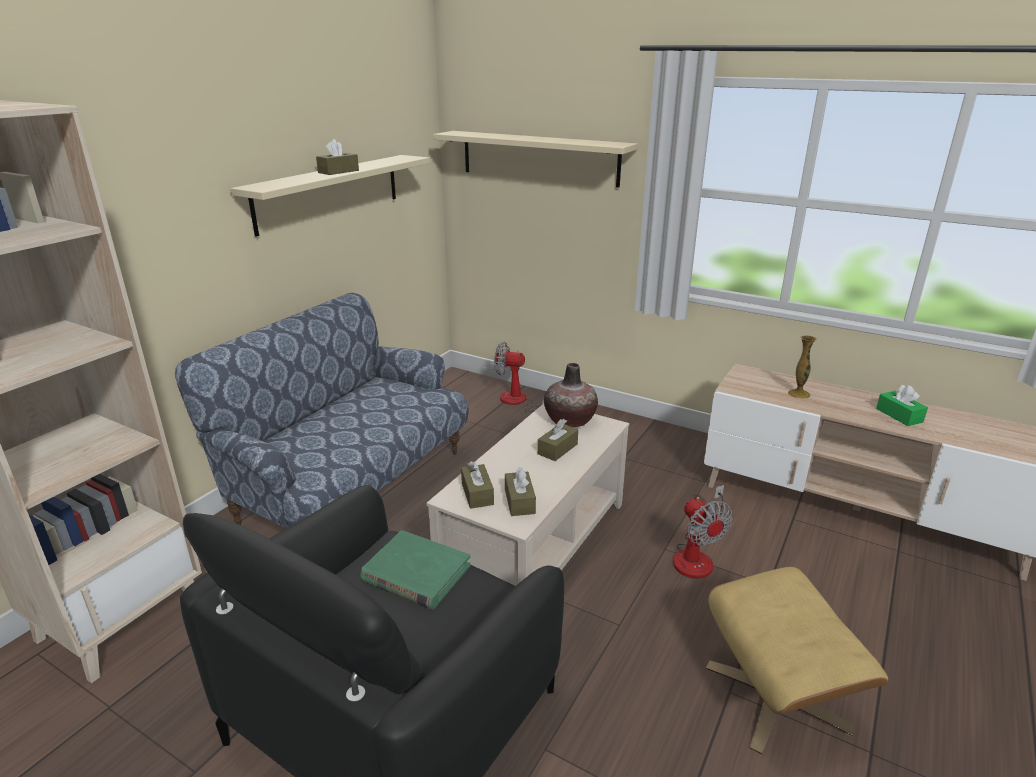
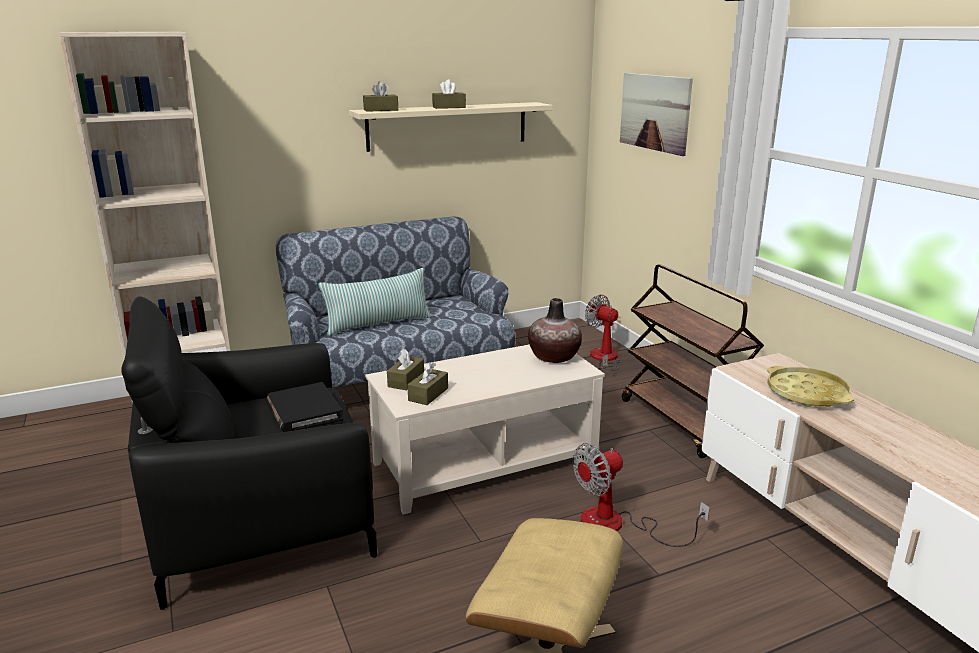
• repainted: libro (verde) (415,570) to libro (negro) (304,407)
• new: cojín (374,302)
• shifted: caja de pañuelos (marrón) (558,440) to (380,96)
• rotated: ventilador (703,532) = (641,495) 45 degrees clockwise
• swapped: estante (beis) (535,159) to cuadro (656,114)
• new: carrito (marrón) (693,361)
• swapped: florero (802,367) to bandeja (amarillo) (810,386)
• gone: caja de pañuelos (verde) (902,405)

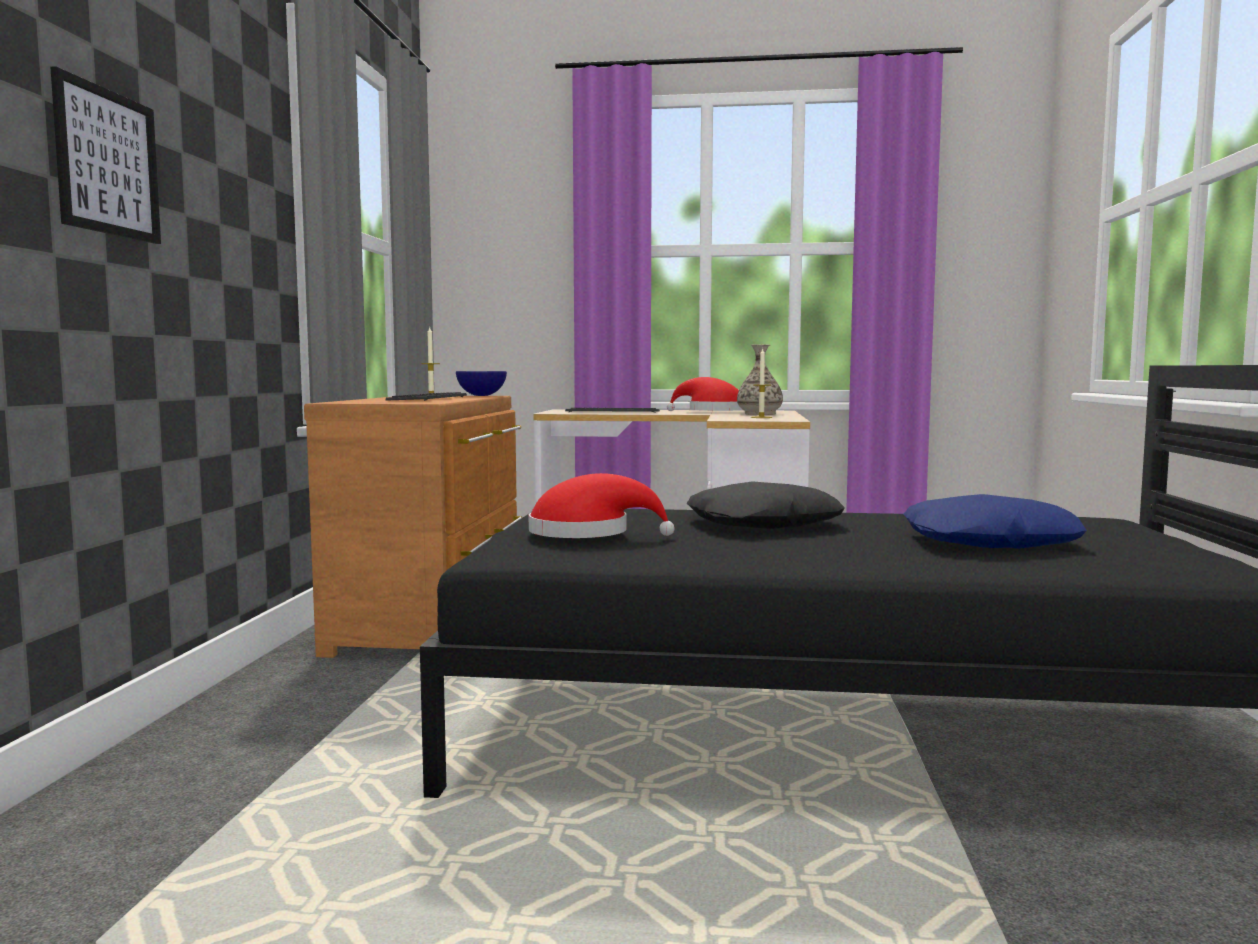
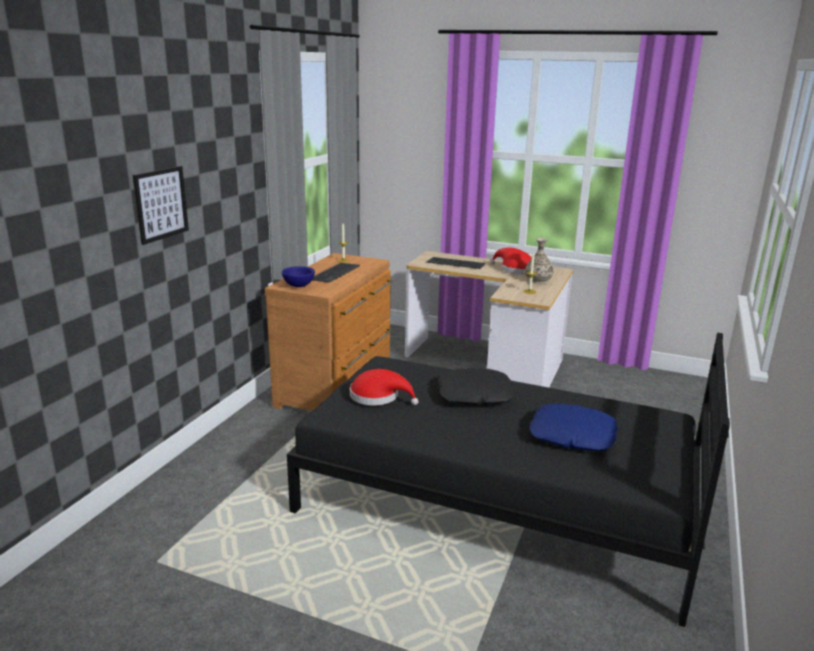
• shifted: cuenco (azul) (481,383) to (298,276)

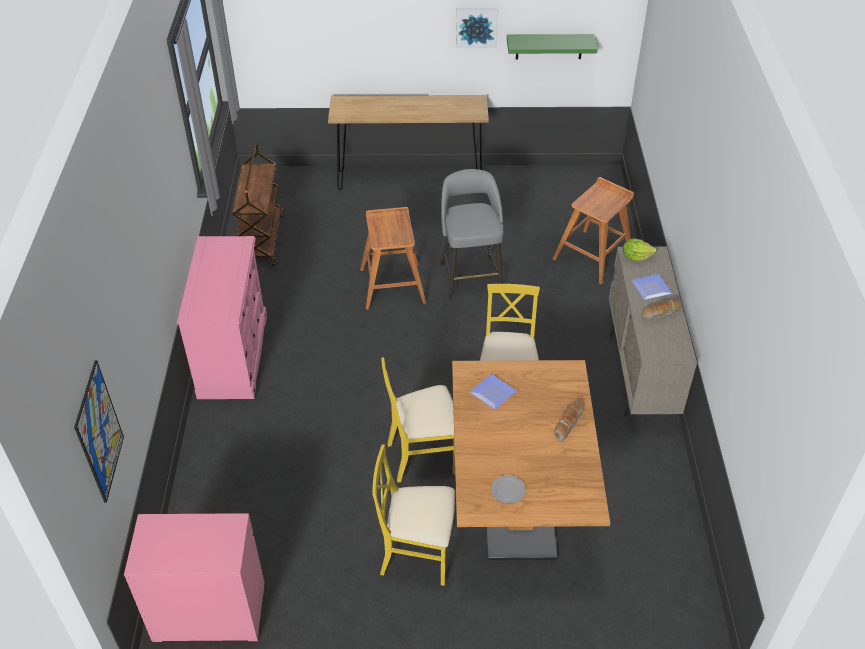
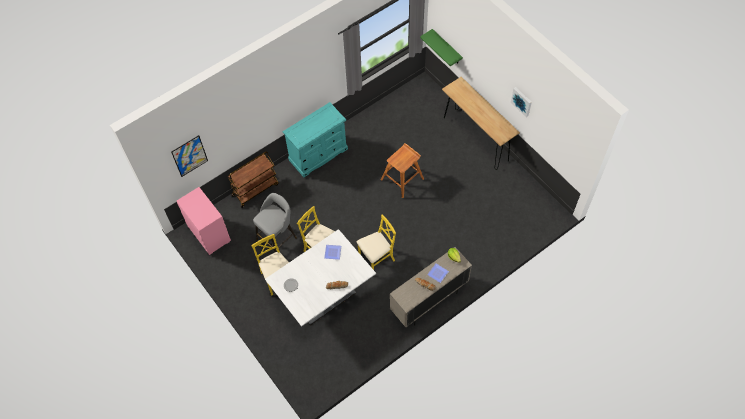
• shifted: carrito (marrón) (257,204) to (253,179)
• shifted: taburete (gris) (471,234) to (275,223)
• repainted: mesa de comedor (marrón) (531,460) to mesa de comedor (blanco) (320,278)
• repainted: cómoda (rosa) (222,317) to cómoda (turquesa) (315,139)
• shifted: estante (verde) (552,47) to (441,47)
• gone: taburete (marrón) (593,230)

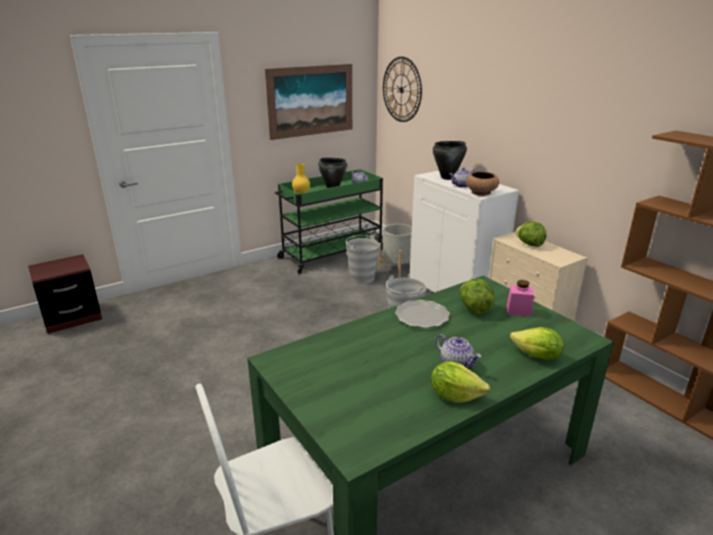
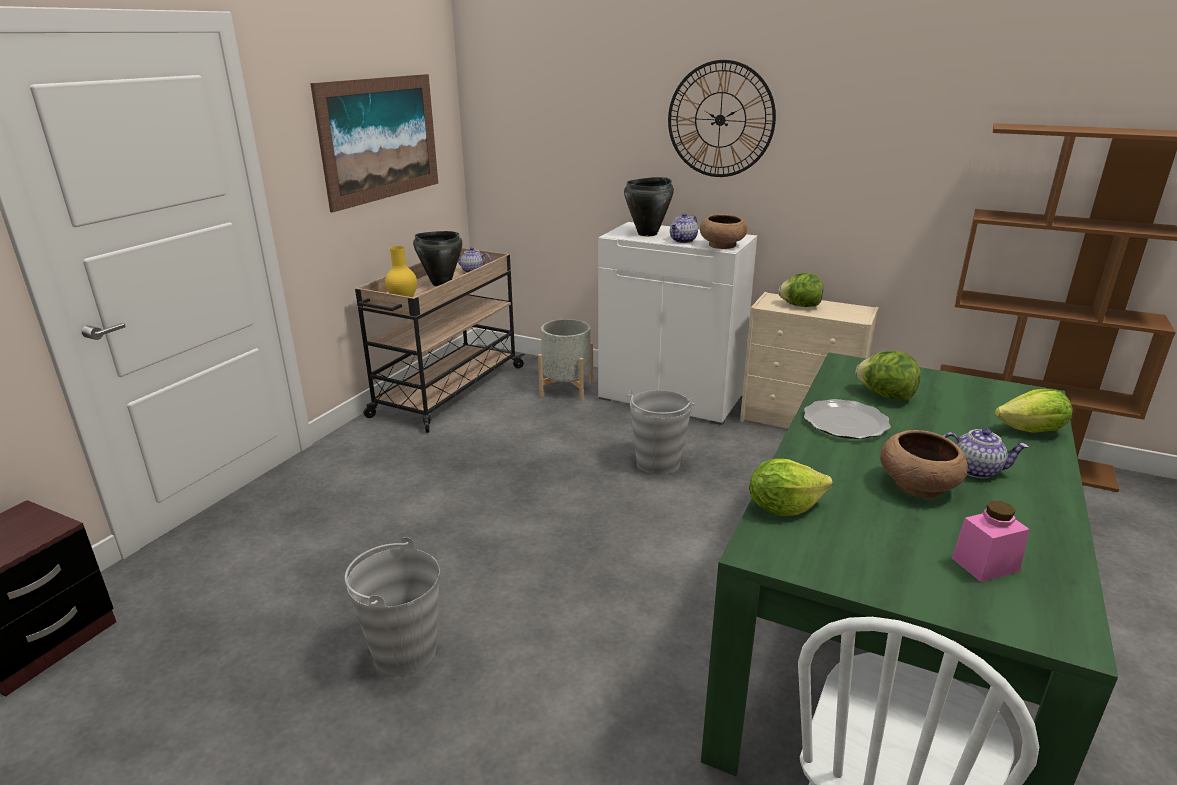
• shifted: cubo (gris) (363,259) to (392,606)
• repainted: carrito (verde) (329,221) to carrito (beis) (440,340)
• shifted: reloj de pared (402,89) to (722,118)
• shifted: lechuga (460,381) to (791,487)
• new: cuenco (marrón) (924,464)
• shifted: tarro (rosa) (520,298) to (991,541)

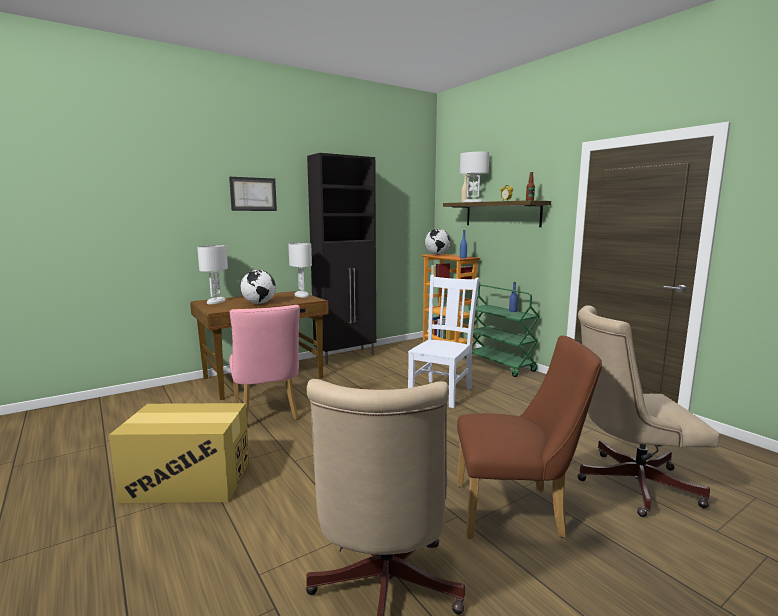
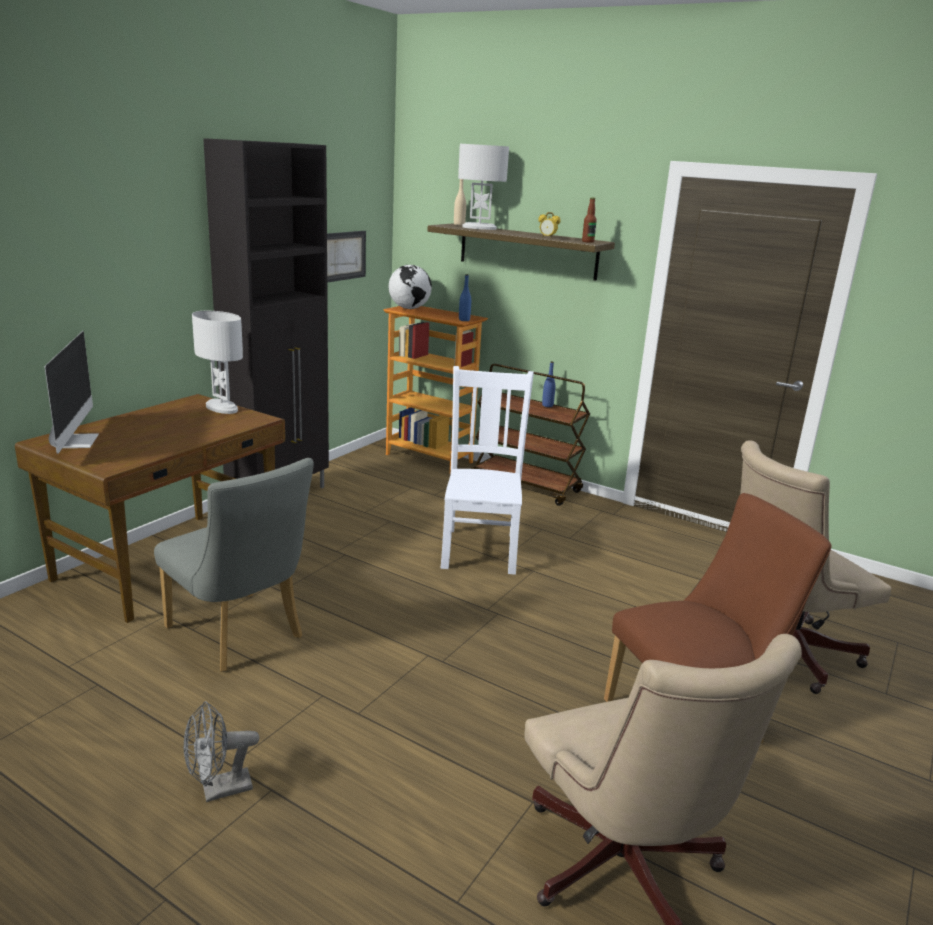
• swapped: lámpara de mesa (blanco) (212,274) to monitor (72,392)
• repainted: silla (rosa) (264,362) to silla (gris) (234,565)
• swapped: caja de cartón (179,453) to ventilador (gris) (221,751)
• shifted: cuadro (253,194) to (346,257)
• repainted: carrito (verde) (502,331) to carrito (marrón) (531,435)
• gone: globo terráqueo (258,287)

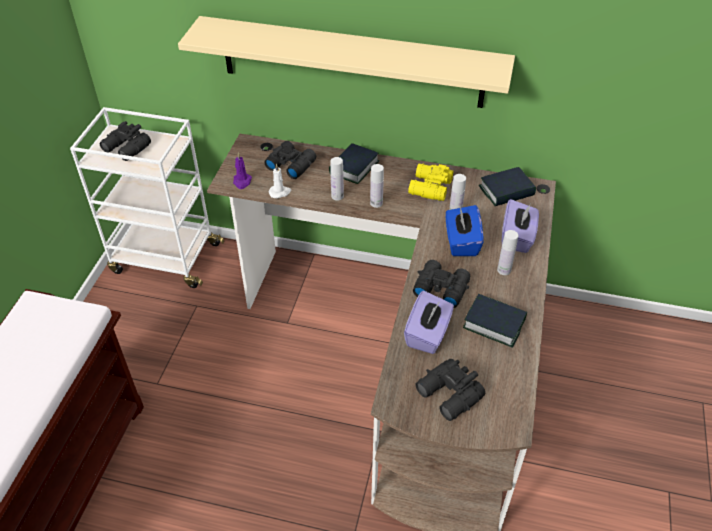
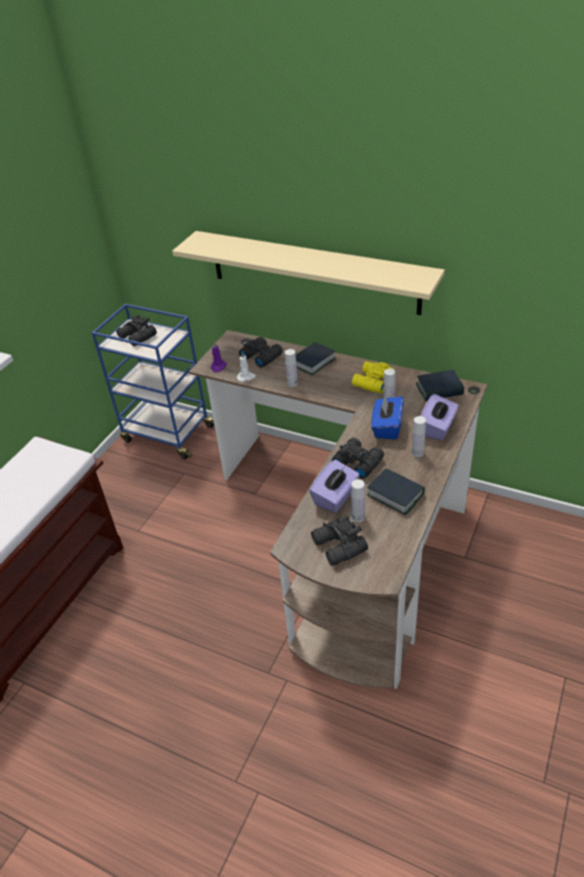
• repainted: carrito (blanco) (147,197) to carrito (azul) (153,381)
• shifted: botella (blanco) (377,186) to (358,500)

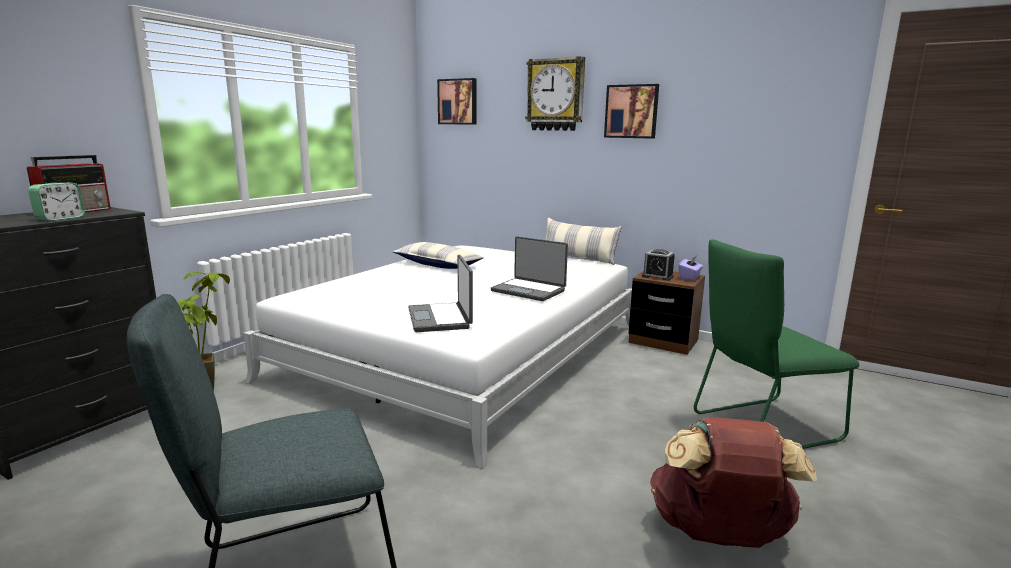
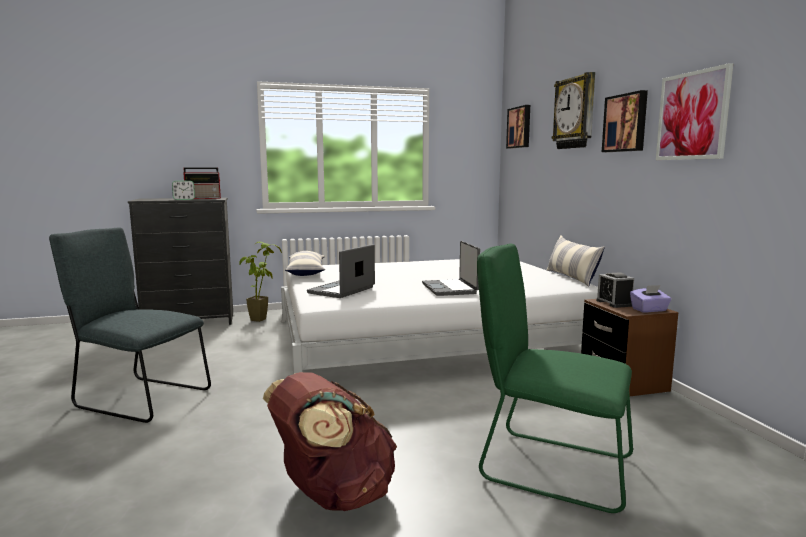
• shifted: cojín (438,255) to (305,263)
• new: cuadro (694,111)

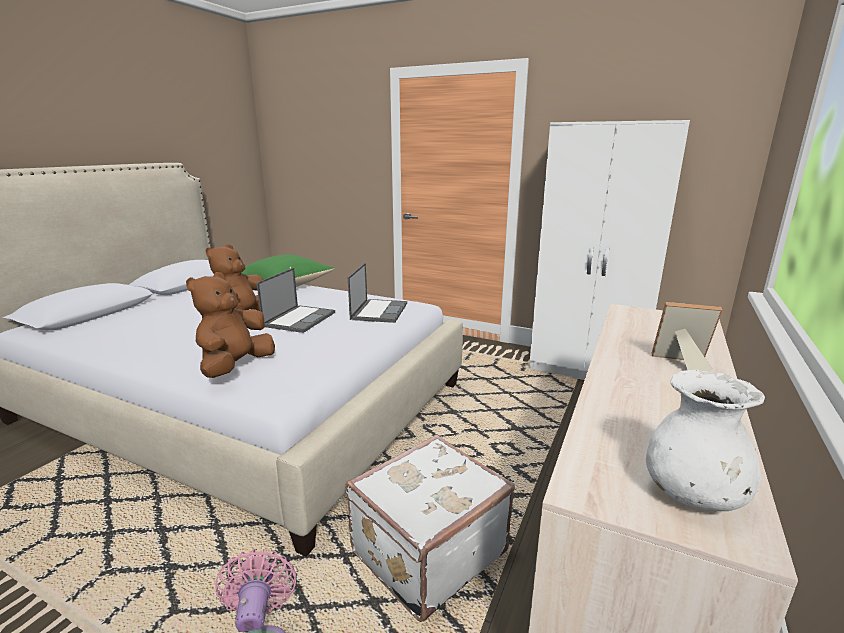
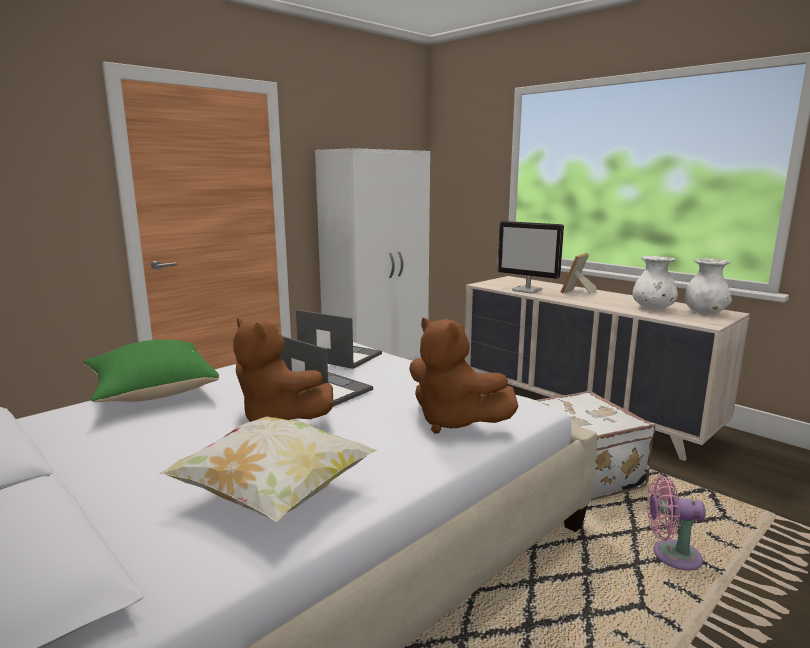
• new: cojín (268,469)
• new: monitor (531,257)
• new: florero (blanco) (655,282)

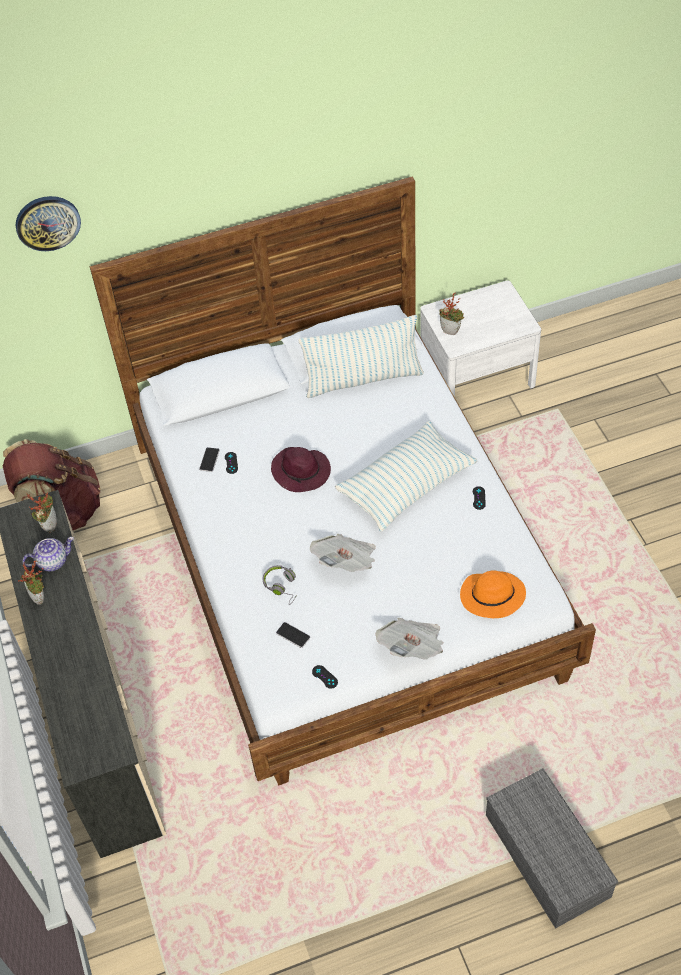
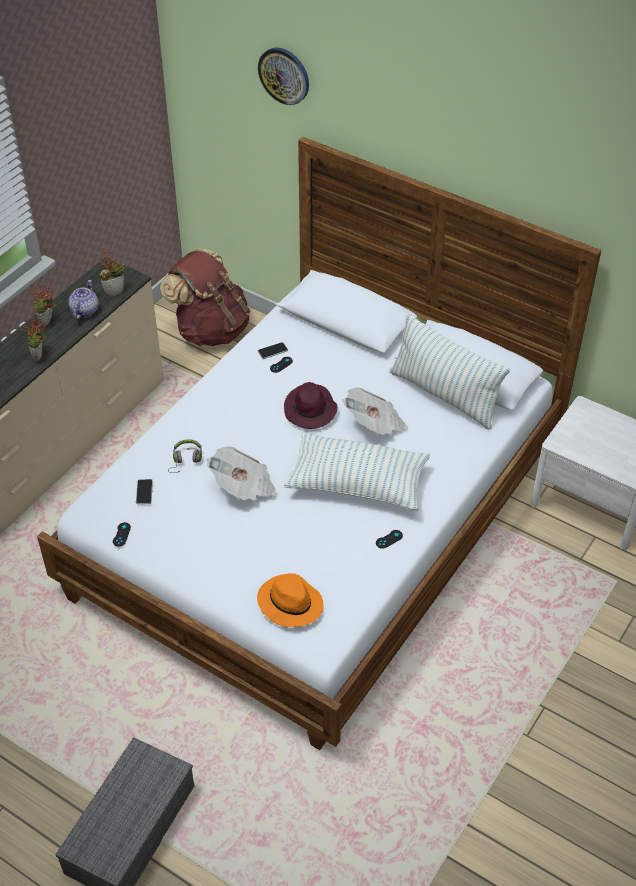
• shifted: planta en maceta (452,313) to (34,339)
• rotated: tetera (48,554) = (84,300) 105 degrees counterclockwise
• shifted: periódico (409,639) to (375,411)

